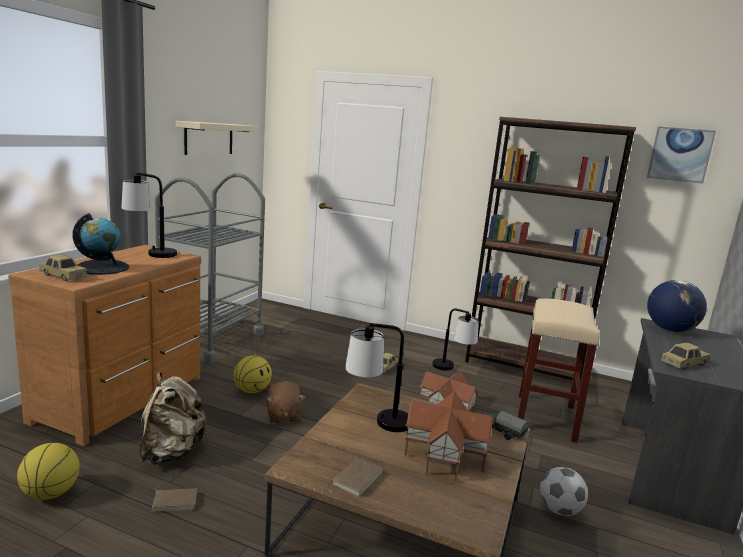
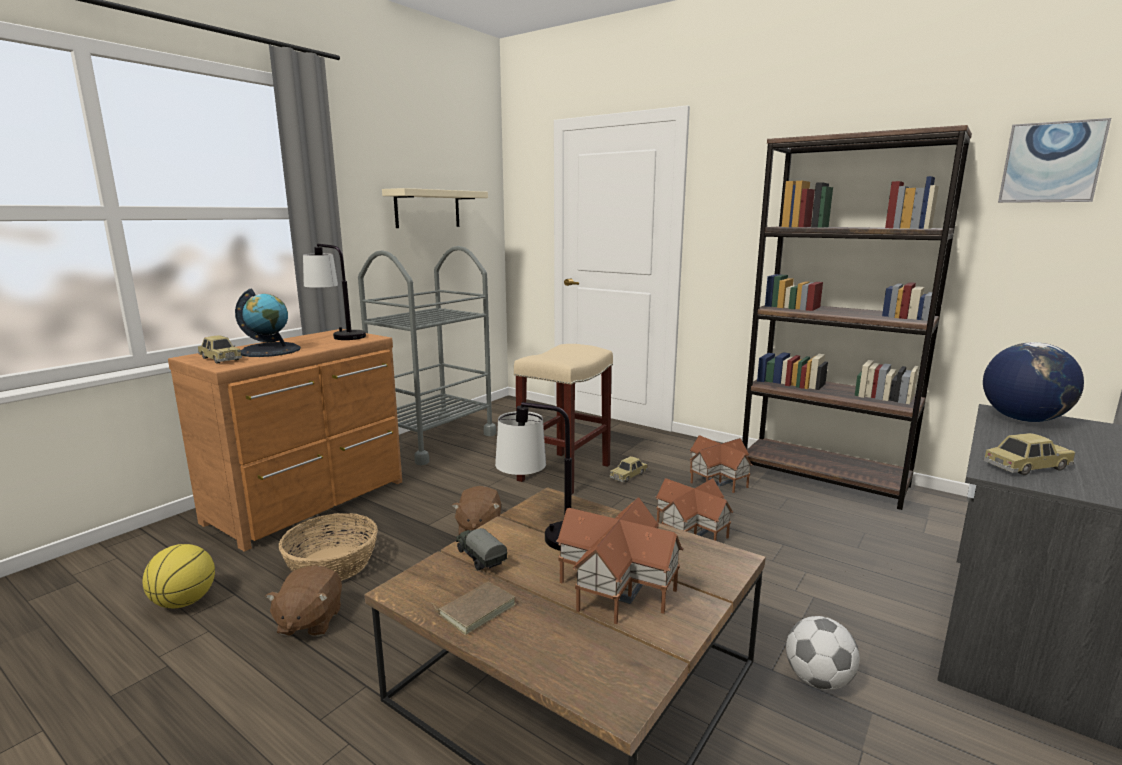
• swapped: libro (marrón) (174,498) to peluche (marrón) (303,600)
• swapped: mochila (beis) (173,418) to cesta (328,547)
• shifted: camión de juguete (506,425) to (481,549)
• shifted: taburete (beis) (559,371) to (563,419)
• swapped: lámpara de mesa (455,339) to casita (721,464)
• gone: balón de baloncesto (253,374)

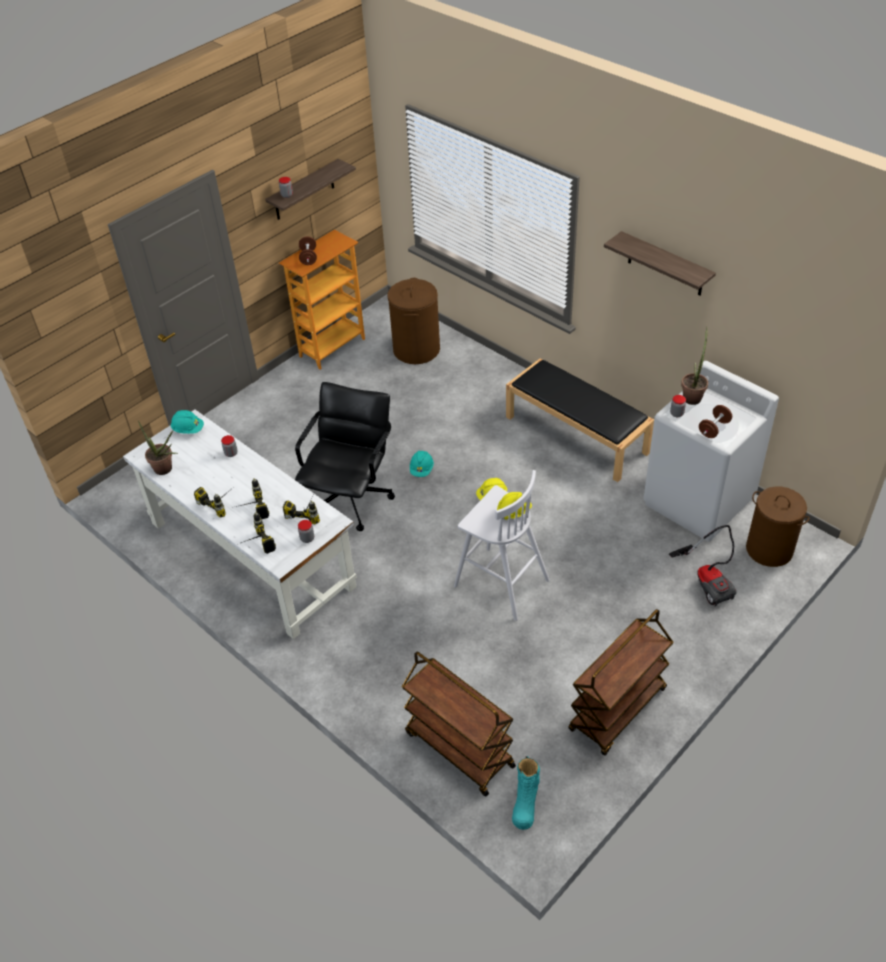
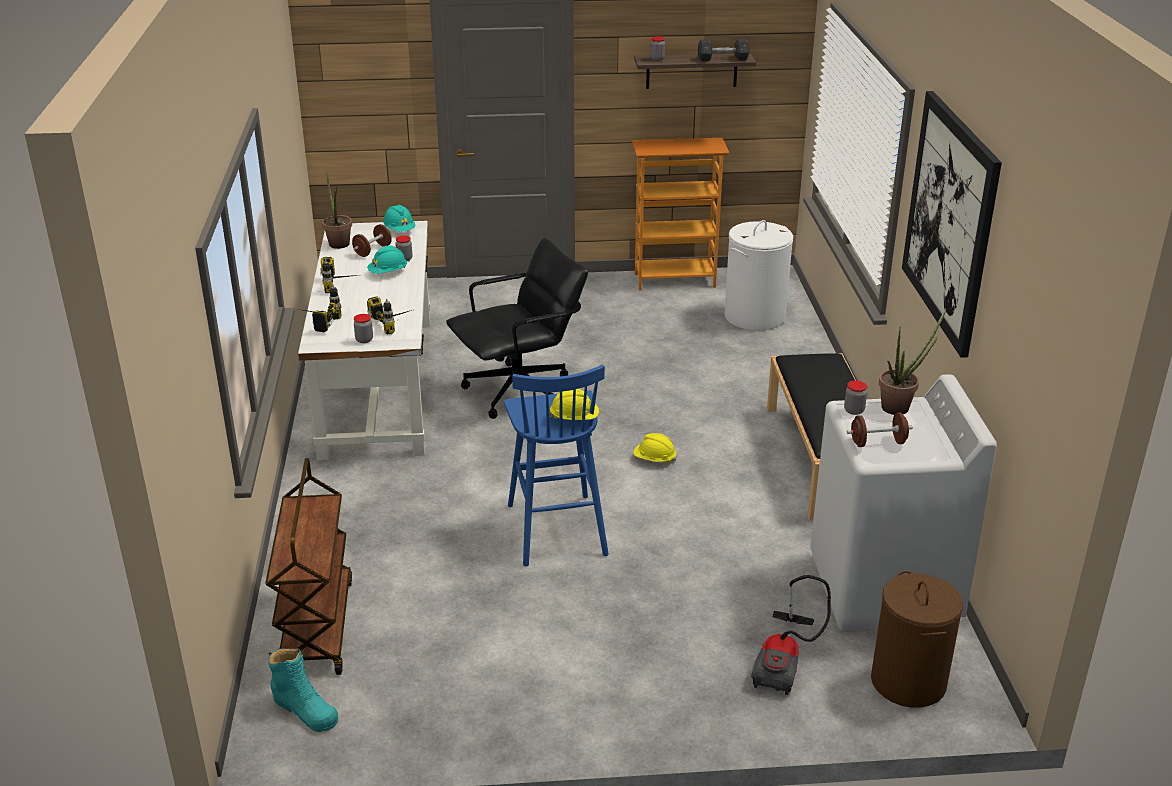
• rotated: bota (turquesa) (526,793) = (303,690) 105 degrees counterclockwise
• shifted: mancuerna (marrón) (308,251) to (372,240)
• shifted: casco (turquesa) (422,464) to (387,259)
• repainted: taburete (blanco) (502,545) to taburete (azul) (556,465)
• new: mancuerna (gris) (723,50)
• repainted: cesto de la ropa (marrón) (413,321) to cesto de la ropa (blanco) (758,275)
• swapped: estante (660,263) to cuadro (952,224)
• gone: taladro (253,498)
• gone: carrito (marrón) (621,682)

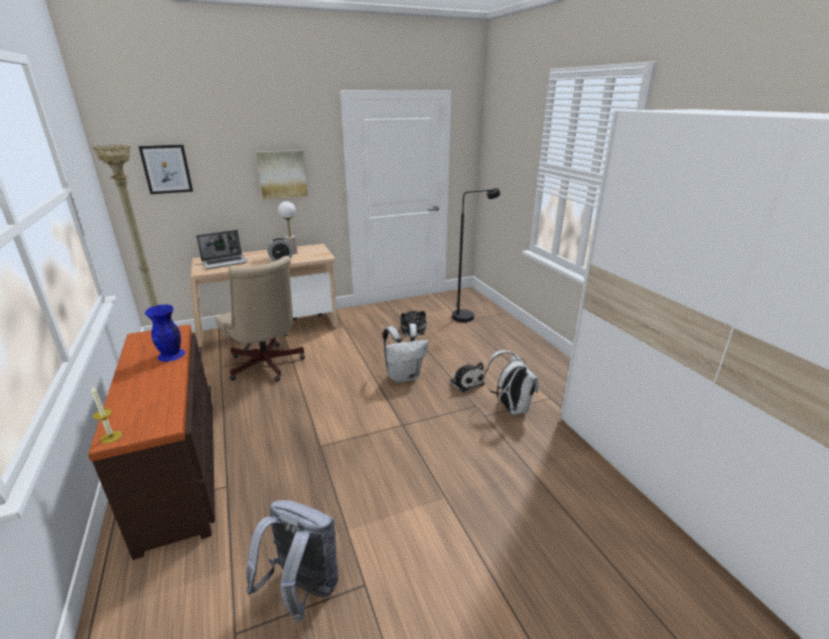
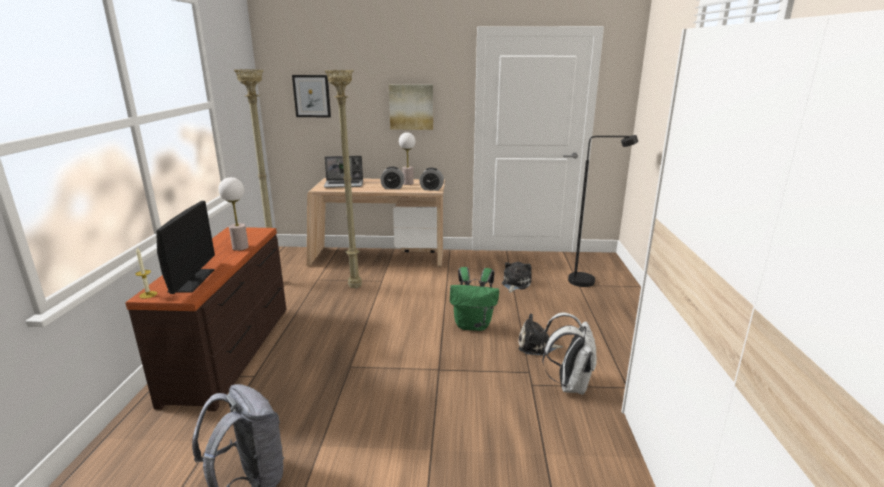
• new: monitor (185,247)
• swapped: florero (azul) (165,333) to lámpara de mesa (233,214)
• swapped: silla de oficina (beis) (260,319) to lámpara de pie (beis) (343,179)
• new: despertador (431,179)
• repainted: mochila (blanco) (406,353) to mochila (verde) (474,299)
• rotated: peluche (467,377) = (540,334) 105 degrees clockwise

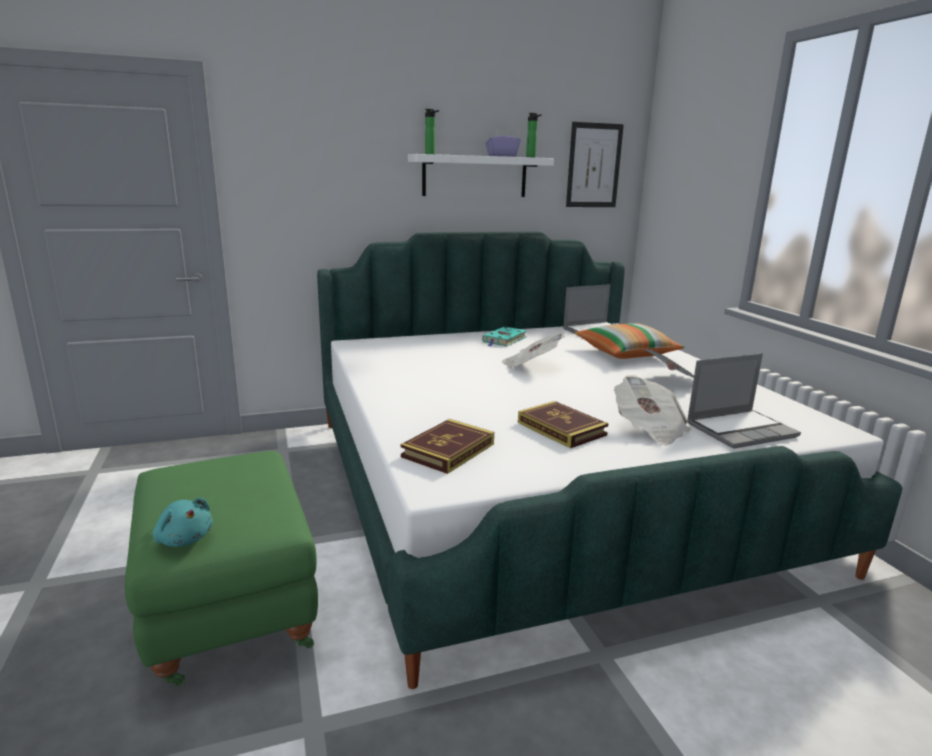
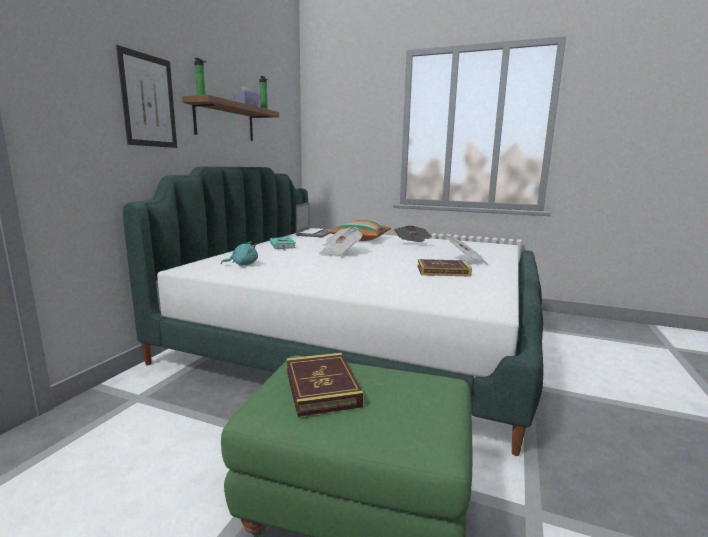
• shifted: cuadro (595,164) to (146,96)
• repainted: estante (blanco) (481,175) to estante (marrón) (230,118)
• shifted: peluche (turquesa) (183,522) to (239,253)
• shifted: libro (447,446) to (324,385)
• gone: portátil (744,401)

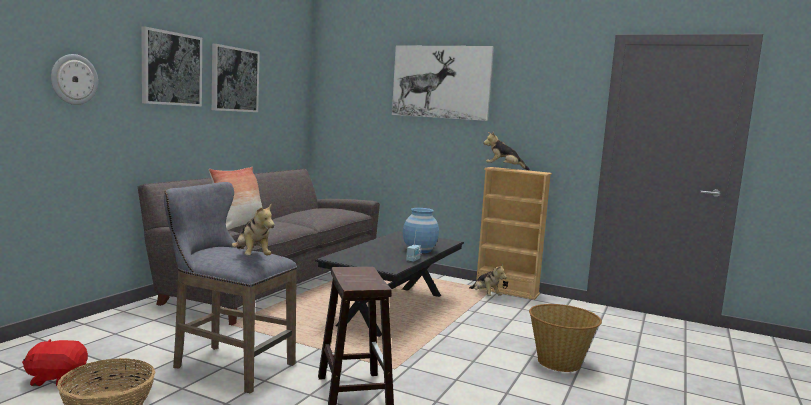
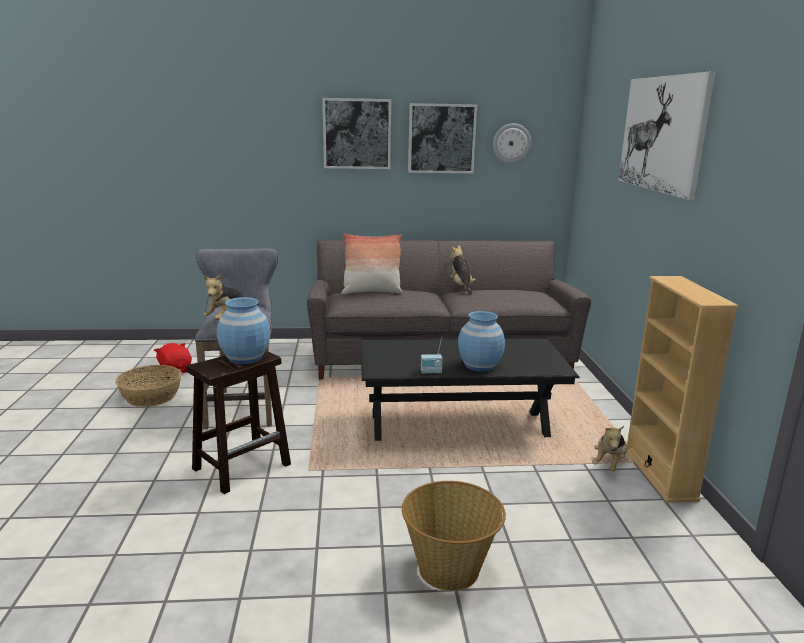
• new: florero (azul) (243,330)
• shifted: peluche (506,151) to (463,269)
• shifted: reloj de pared (74,79) to (512,143)

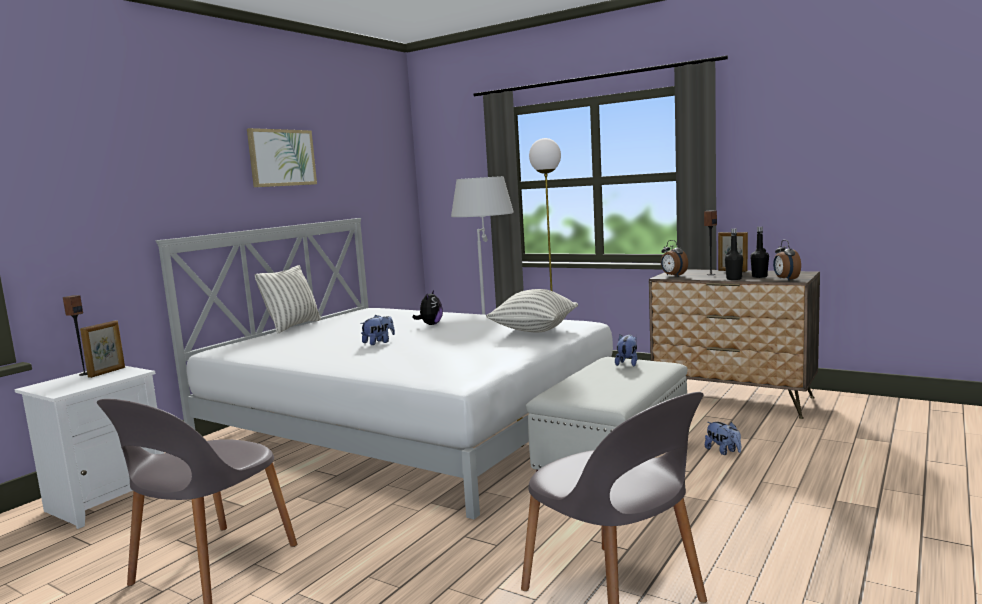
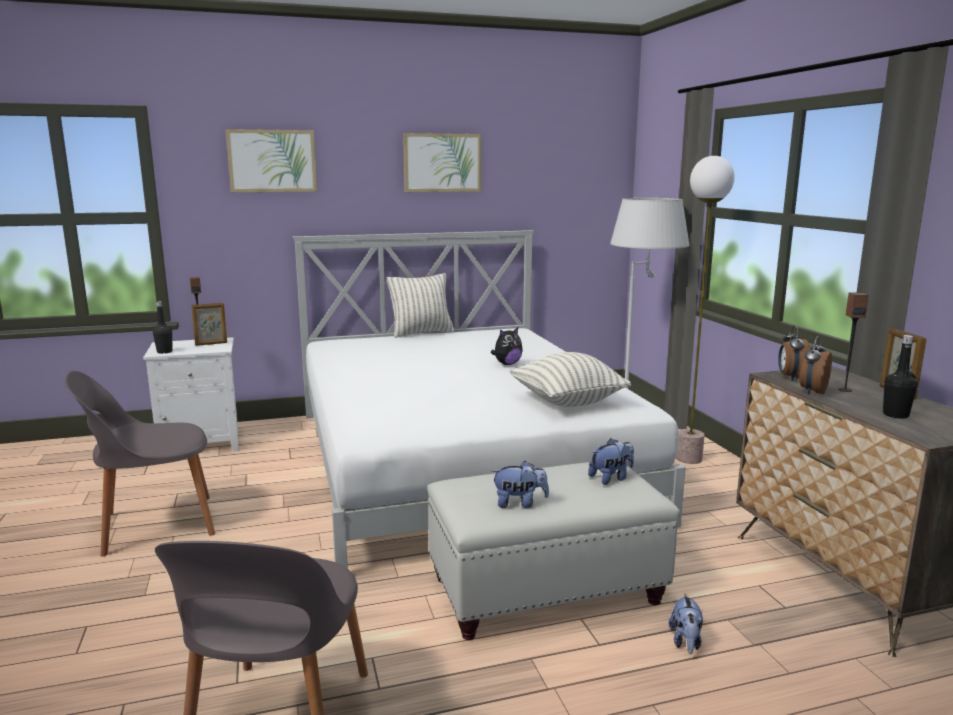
• shifted: botella (negro) (734,254) to (163,327)
• new: cuadro (271,160)
• shifted: peluche (377,330) to (520,484)
• shifted: despertador (787,260) to (815,365)

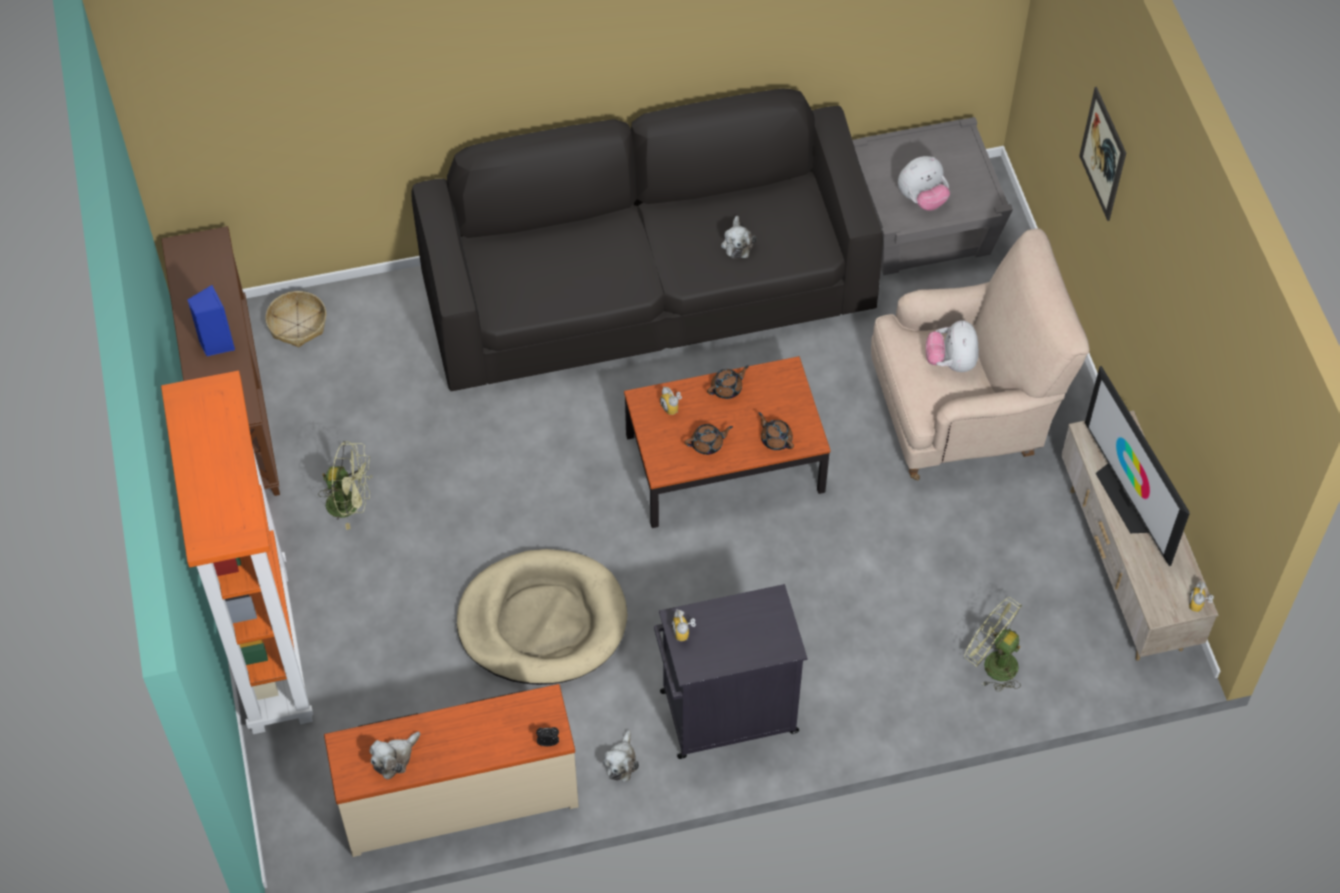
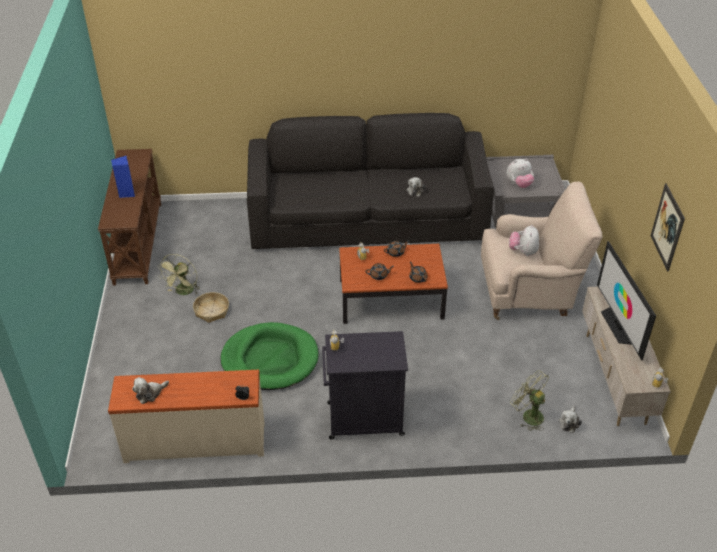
• rotated: ventilador (verde) (345,485) = (179,274) 90 degrees clockwise
• shifted: cesta (295,319) to (211,307)
• repainted: cama para perro (beis) (542,617) to cama para perro (verde) (269,356)
• shifted: peluche (621,756) to (570,419)
• shifted: cuadro (1102,154) to (668,227)
• gone: estantería (naranja) (237,552)

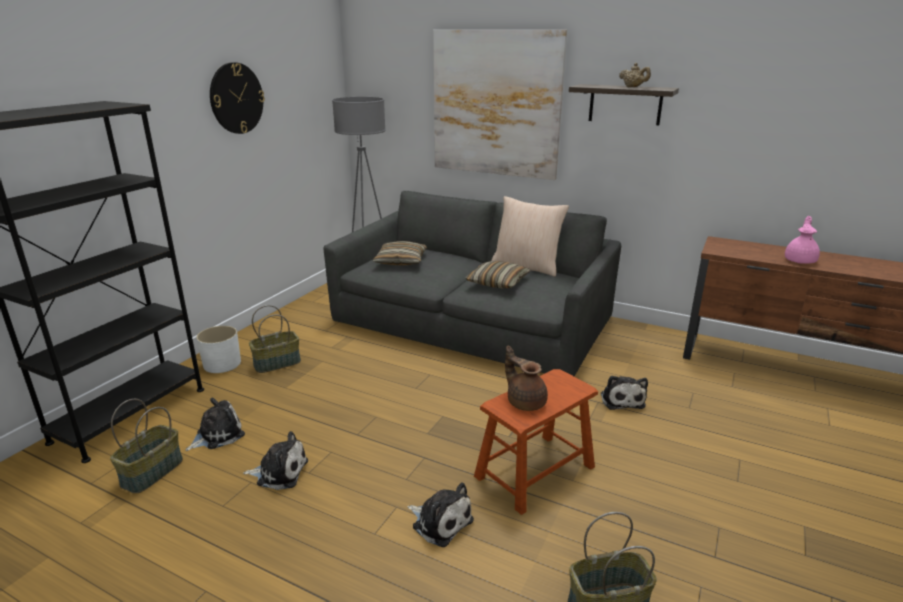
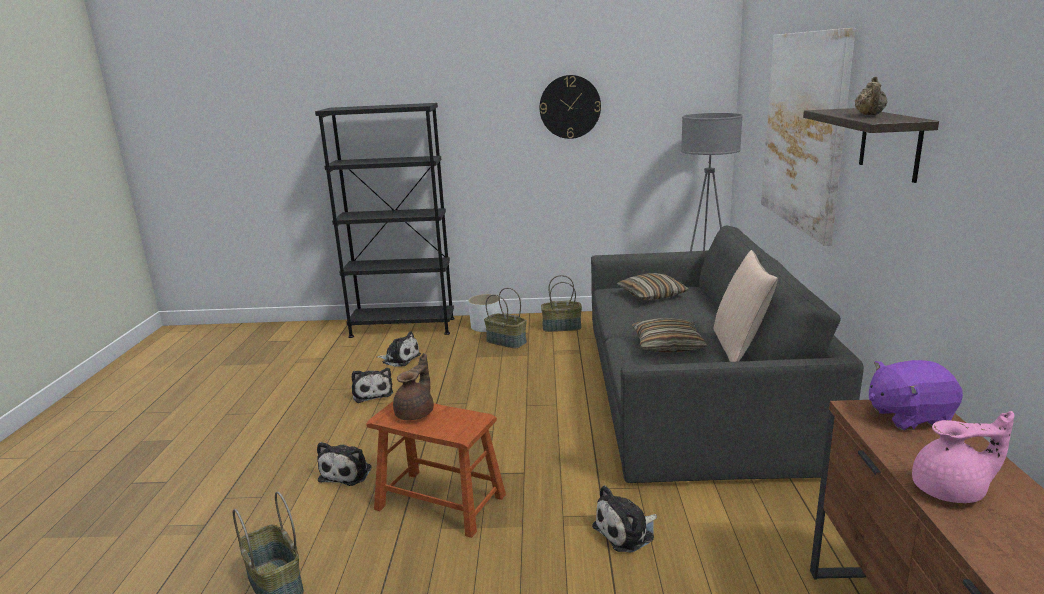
• shifted: cesta (146,446) to (561,303)
• new: peluche (morado) (916,395)

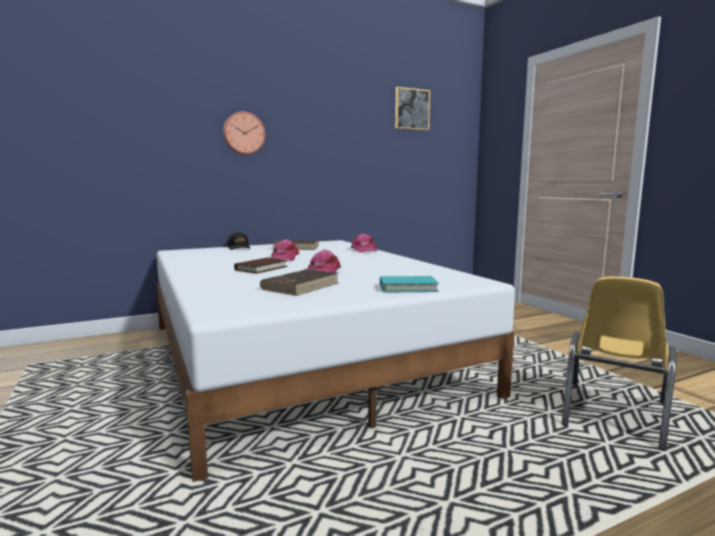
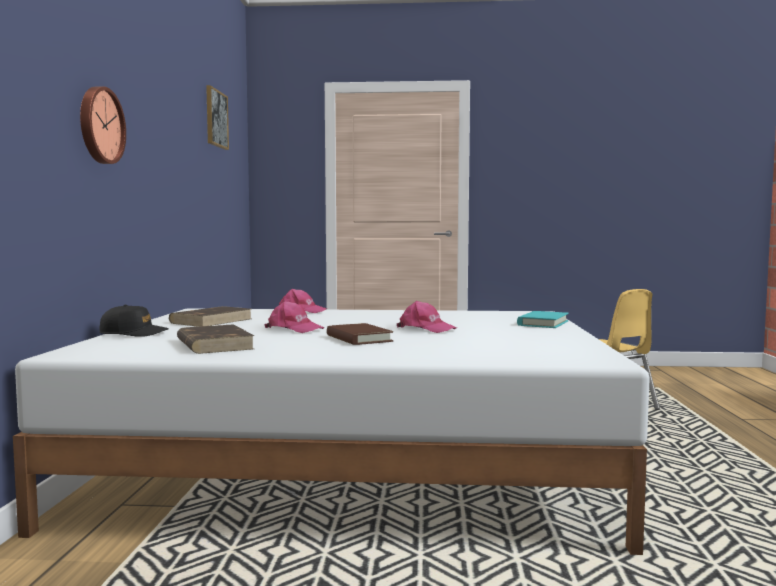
• shifted: libro (marrón) (299,282) to (215,339)

